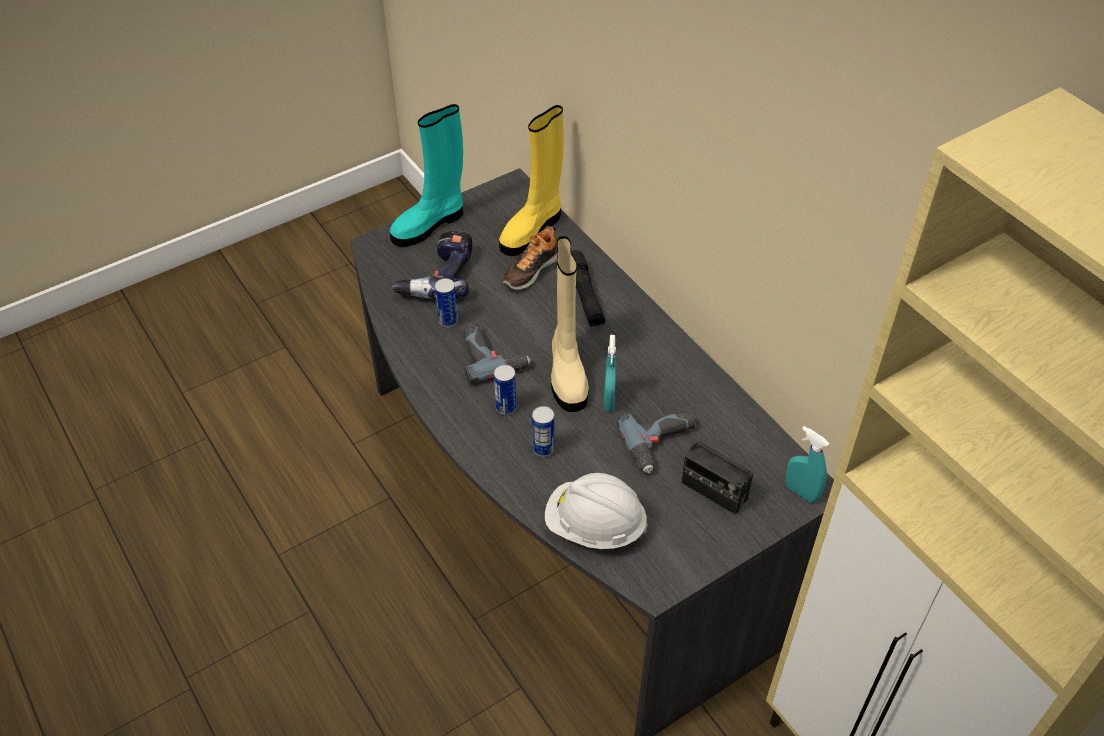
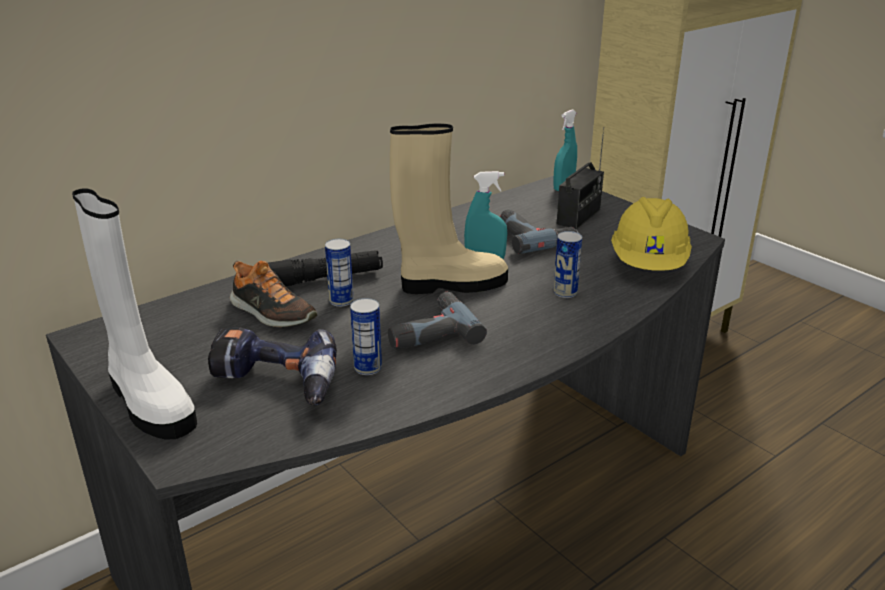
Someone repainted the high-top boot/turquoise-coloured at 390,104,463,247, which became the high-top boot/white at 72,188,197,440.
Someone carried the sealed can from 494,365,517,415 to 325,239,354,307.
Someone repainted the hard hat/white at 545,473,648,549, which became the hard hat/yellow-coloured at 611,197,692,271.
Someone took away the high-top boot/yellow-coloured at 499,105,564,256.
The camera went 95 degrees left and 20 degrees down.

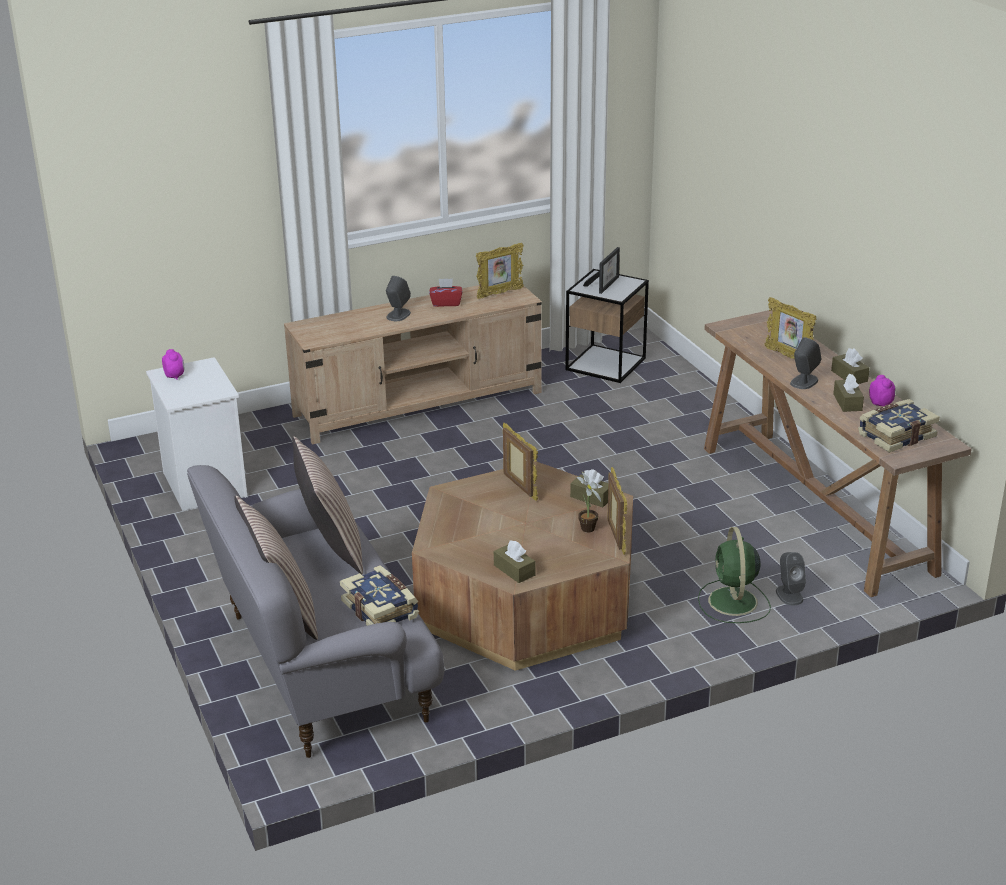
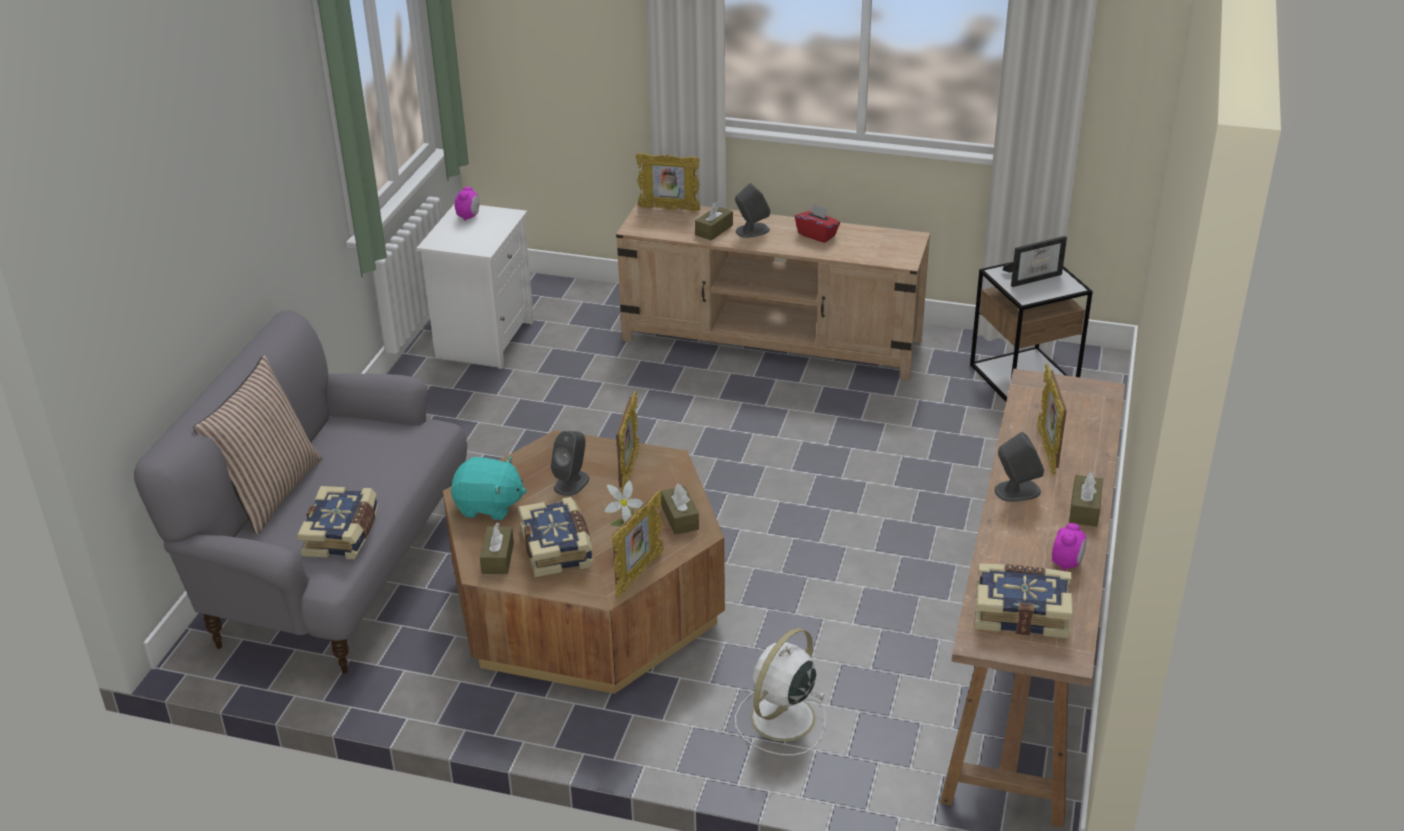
Someone put down the cuddly toy/turquoise-coloured at 451,456,527,520.
Someone put down the bound book at 518,497,593,577.
Someone carried the loudspeaker/grey from 776,552,806,606 to 551,431,589,496.
Someone carried the standing frame from 476,243,524,299 to 636,153,701,211.
Someone carried the tissue holder/brownish from 833,374,864,412 to 695,201,733,241.
Someone repainted the fan/green at 698,527,771,623, which became the fan/white at 735,628,826,756.
Someone took away the pillow at 292,436,363,574.
The camera went 40 degrees right and 5 degrees up.

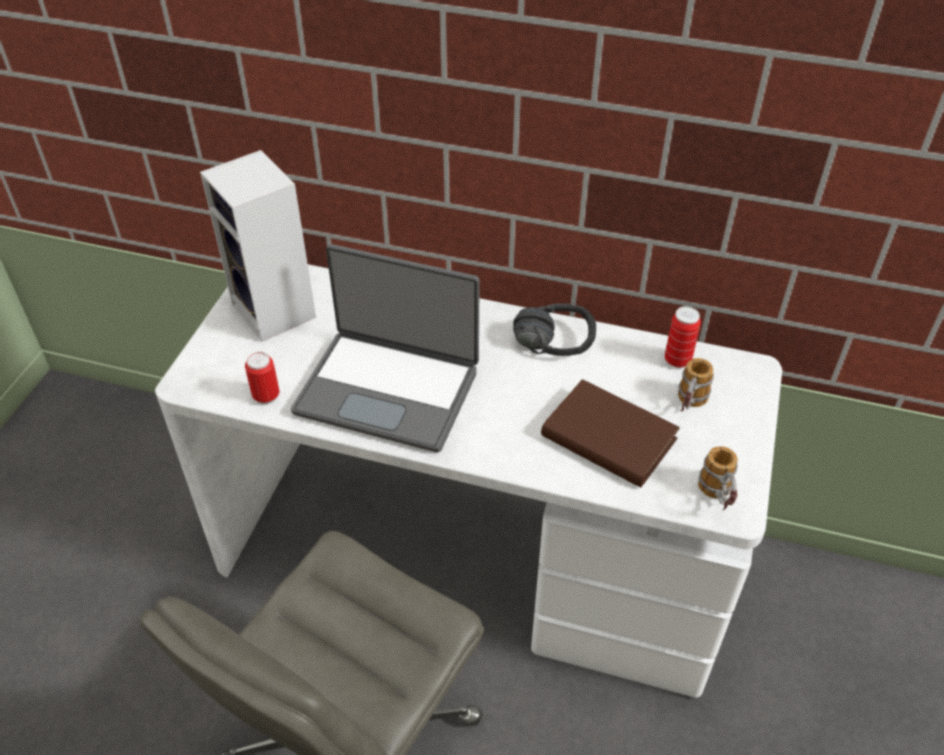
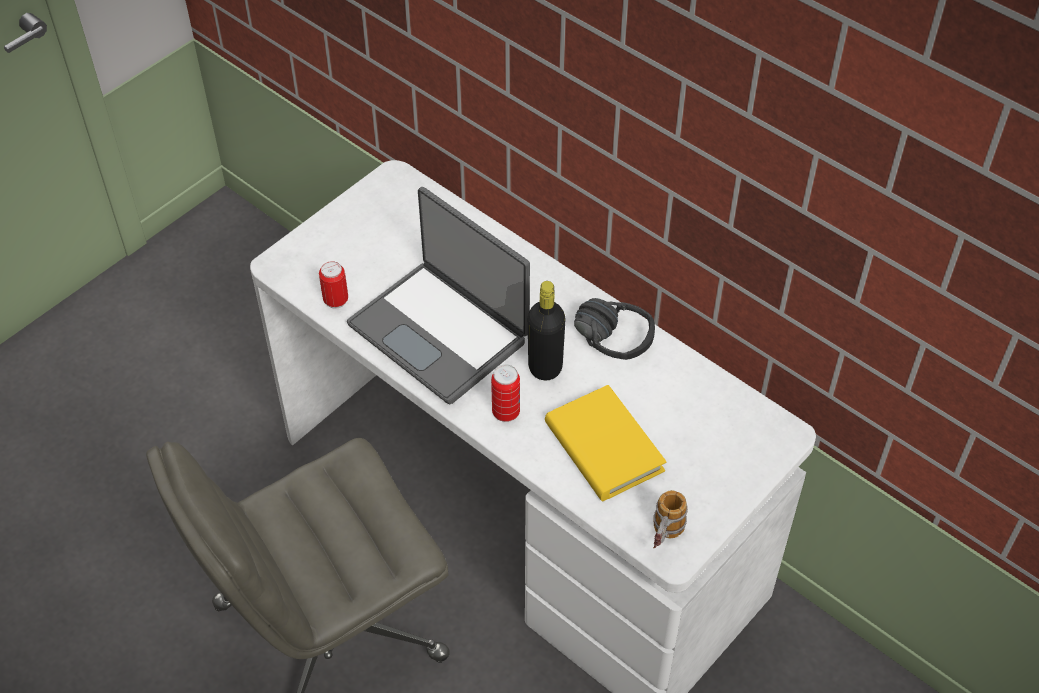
Someone carried the sealed can from 665,306,701,368 to 491,364,520,422.
Someone put down the bottle/blackish at 528,281,566,380.
Someone repainted the bound book/brownish at 541,379,680,487, which became the bound book/yellow-coloured at 545,385,667,502.
Someone took away the loudspeaker at 200,150,316,342.
Someone took away the coffee mug at 678,358,714,412.
The camera went 25 degrees right and 5 degrees up.

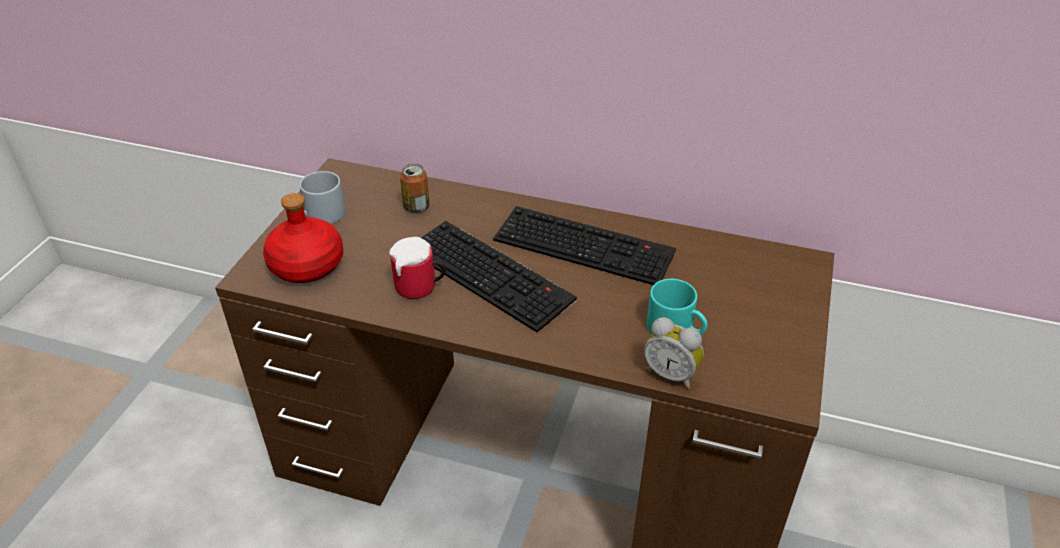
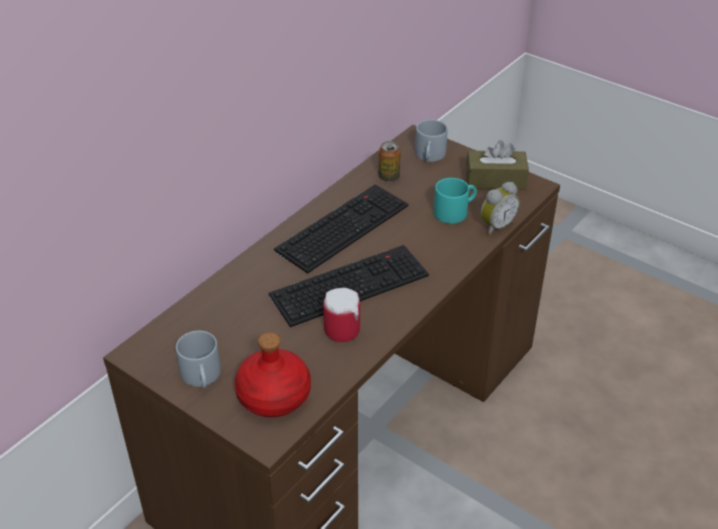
Someone carried the sealed can from 400,164,429,213 to 379,141,401,182.
Someone put down the coffee mug/grey at 415,120,448,162.
Someone put down the tissue holder/brownish at 466,140,529,190.
The camera went 70 degrees left and 0 degrees up.

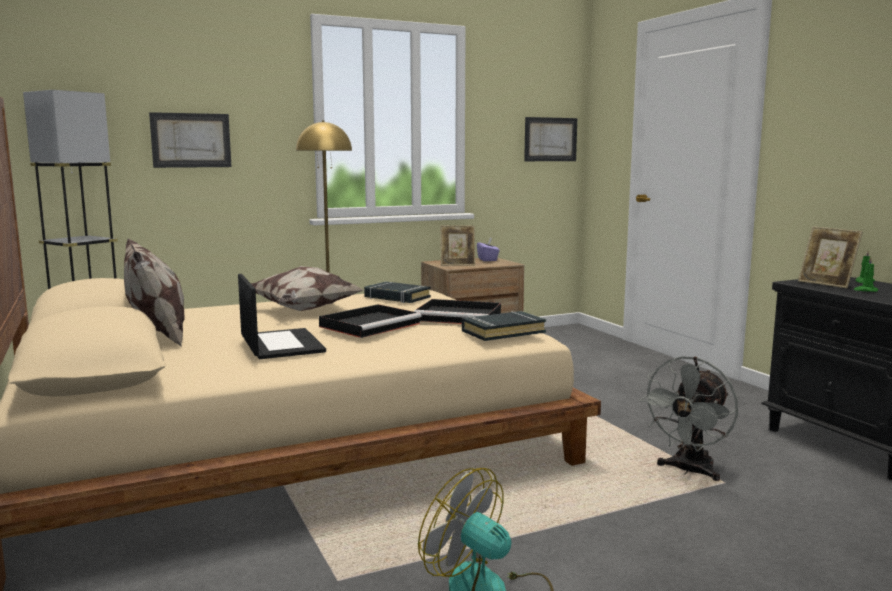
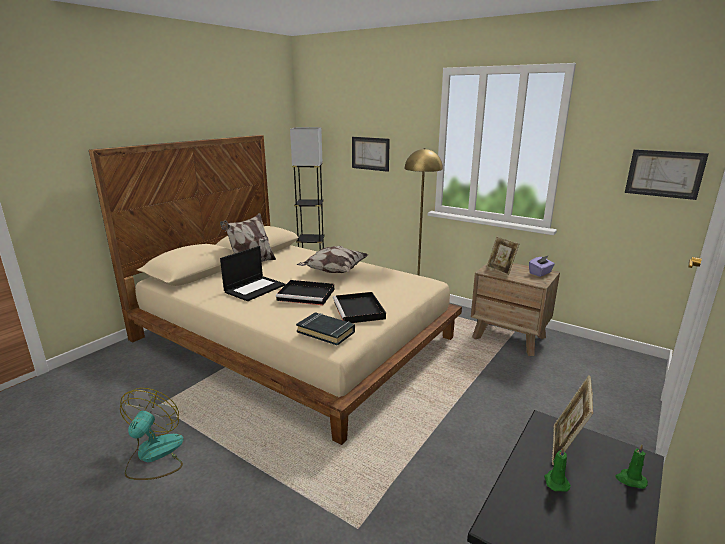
Someone took away the bound book/blackish at 364,282,431,303.
Someone took away the fan/grey at 640,356,738,481.
The camera went 60 degrees right and 10 degrees up.

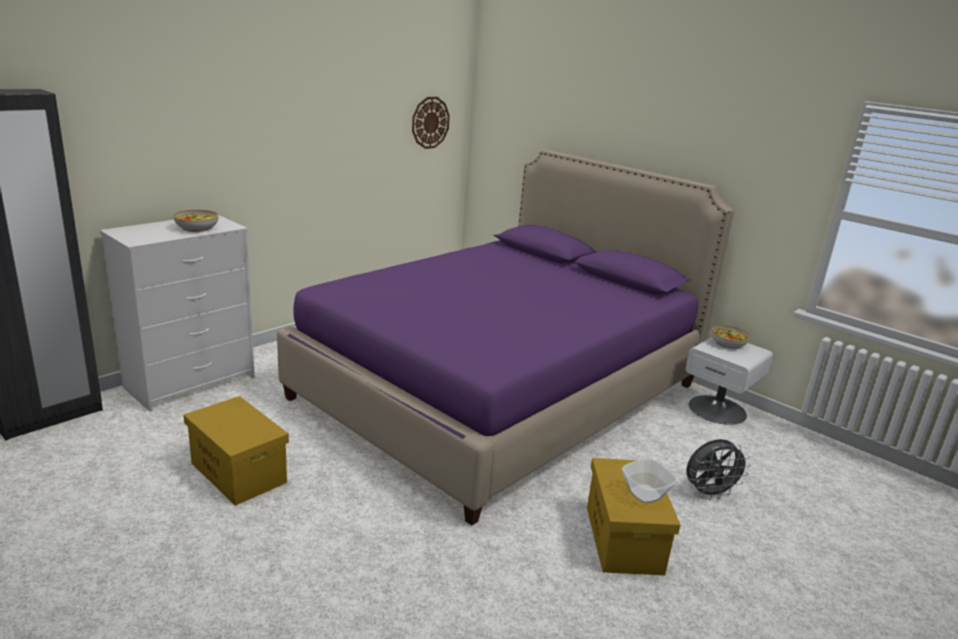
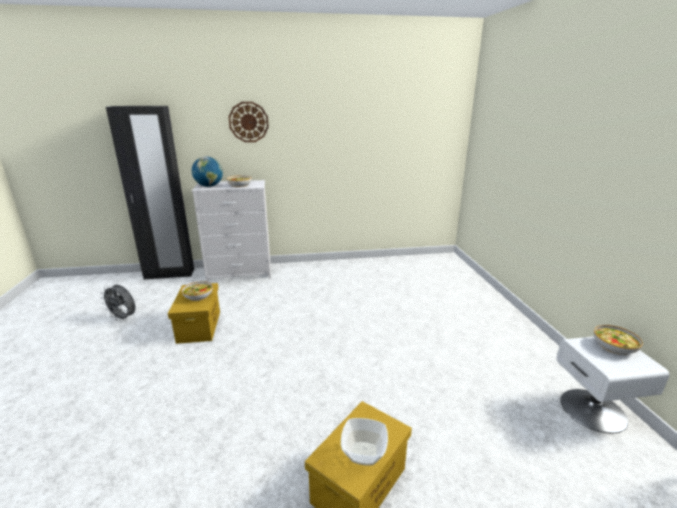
Someone carried the fan/grey from 686,439,751,500 to 101,285,135,322.
Someone put down the bowl at 182,281,213,301.
Someone put down the globe at 192,156,223,187.
Someone carried the wall clock from 412,97,450,149 to 228,102,269,142.
Someone took away the bed/purplish at 277,150,734,525.
The camera went 40 degrees right and 0 degrees up.

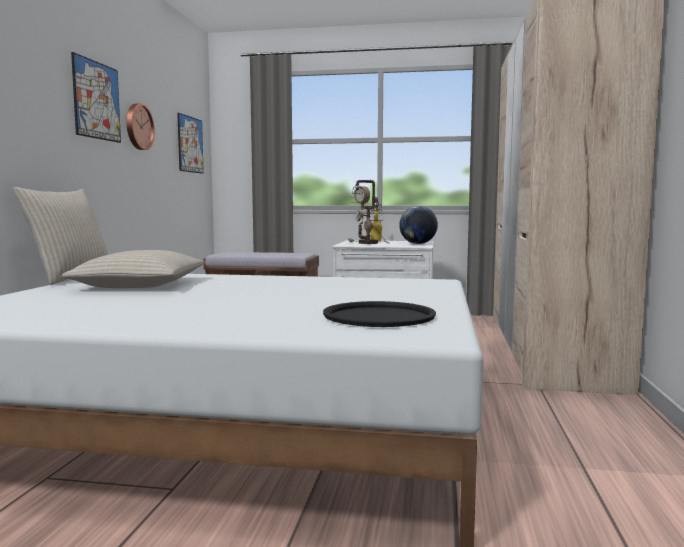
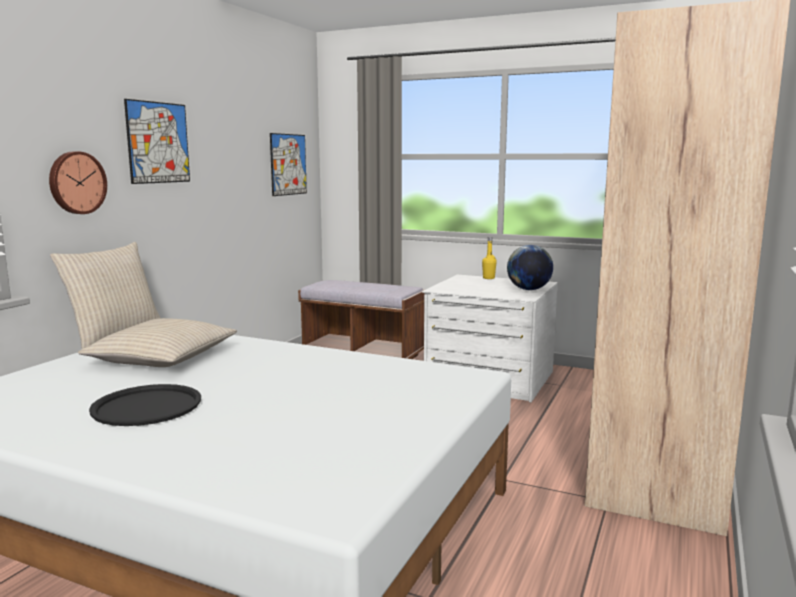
Someone carried the wall clock from 126,103,155,150 to 49,151,107,214.
Someone carried the carrying tray/blackish from 323,301,436,327 to 89,384,201,426.
Someone took away the tabletop lamp at 348,180,390,244.
The camera went 15 degrees right and 5 degrees up.

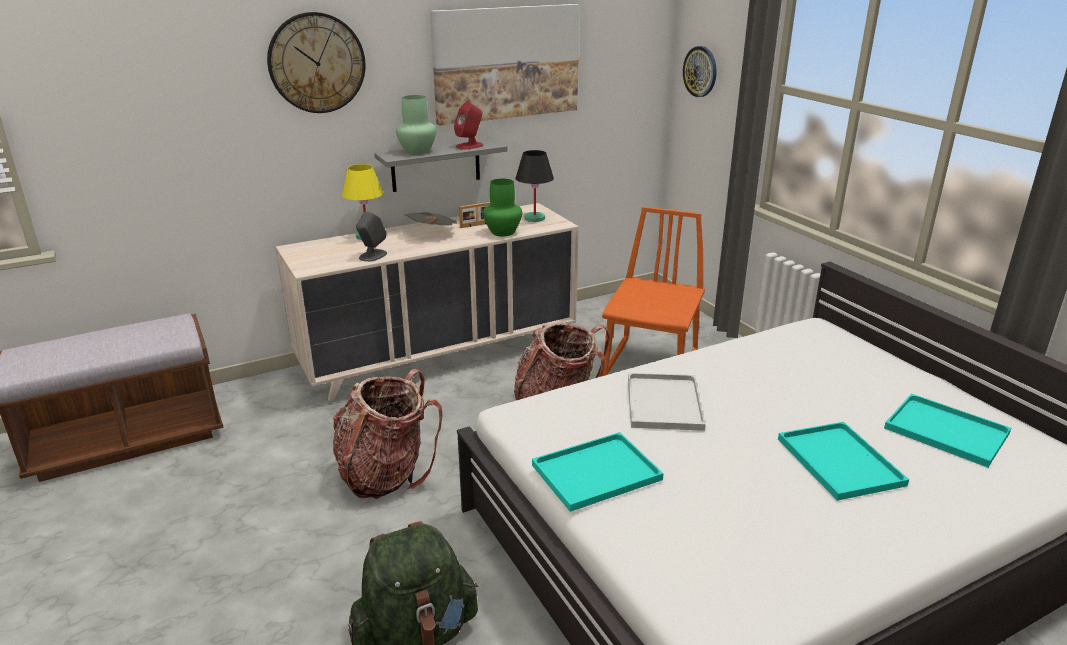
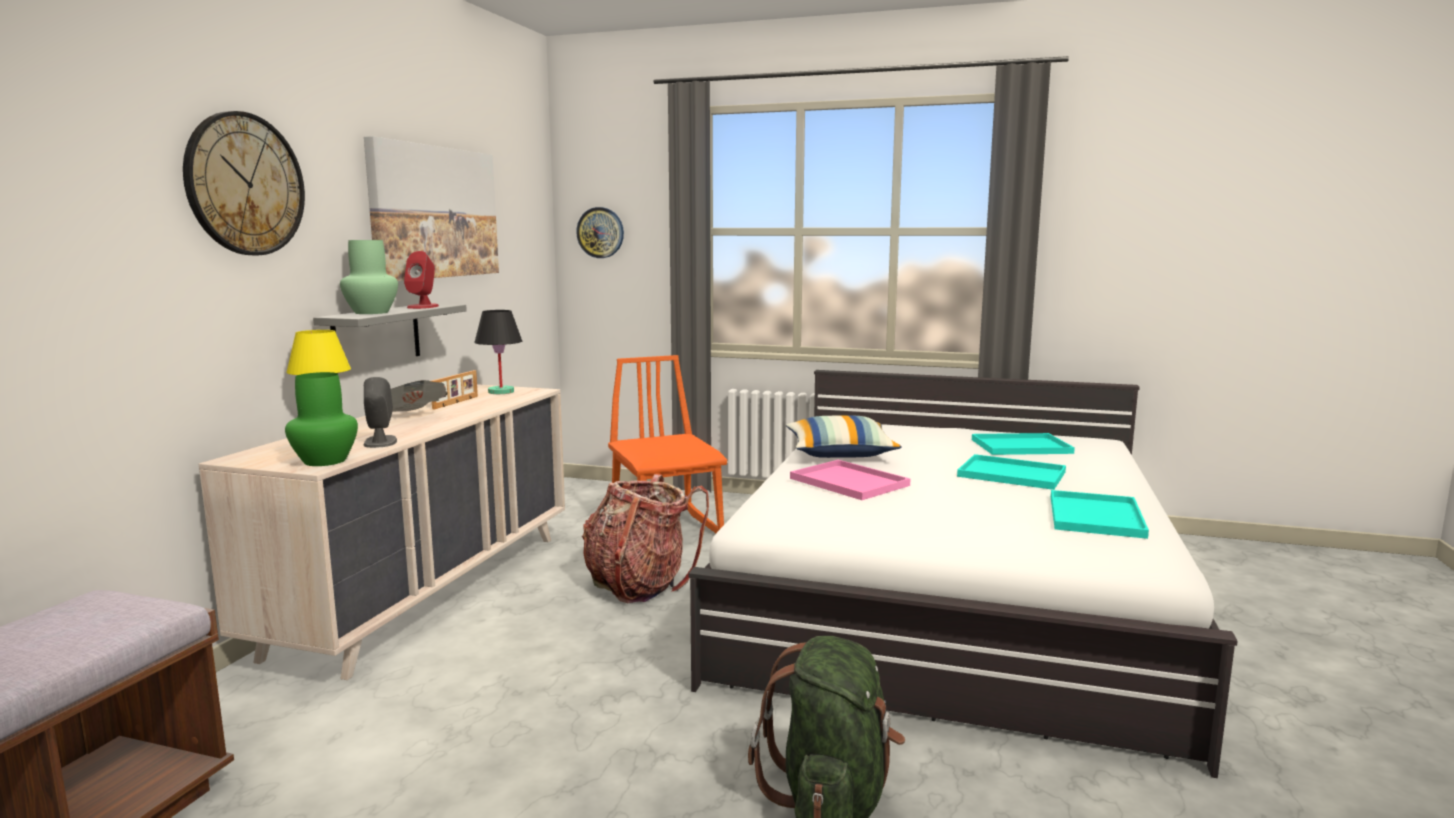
Someone carried the decorative vase/green from 483,179,522,236 to 285,372,358,466.
Someone put down the pillow at 786,416,902,458.
Someone repainted the carrying tray/white at 628,373,706,431, which became the carrying tray/pink-coloured at 790,460,910,500.
Someone carried the carrying tray/turquoise-coloured from 532,432,664,512 to 1051,490,1149,539.
Someone took away the knapsack at 333,369,443,499.
The camera went 45 degrees left and 15 degrees down.

